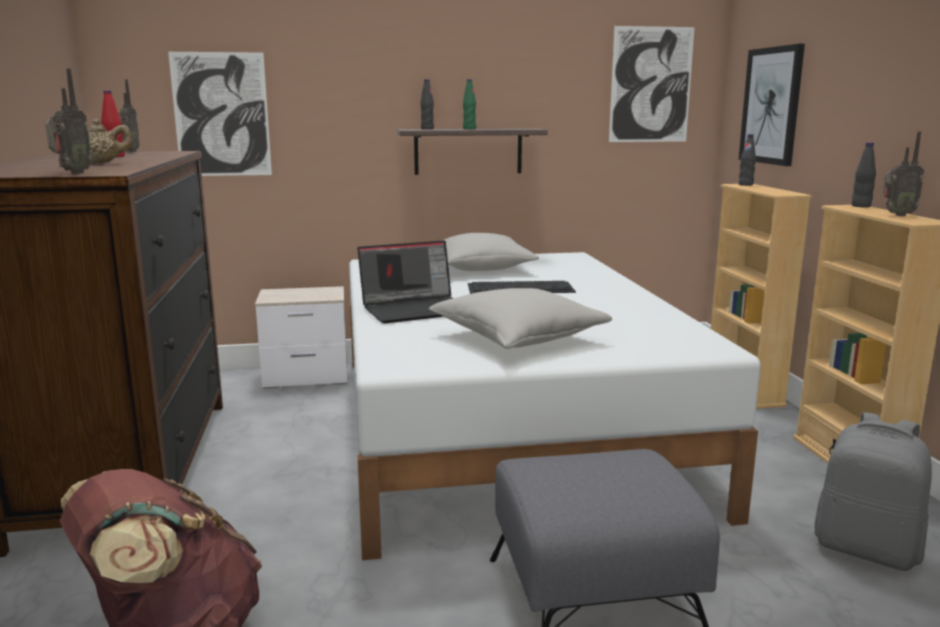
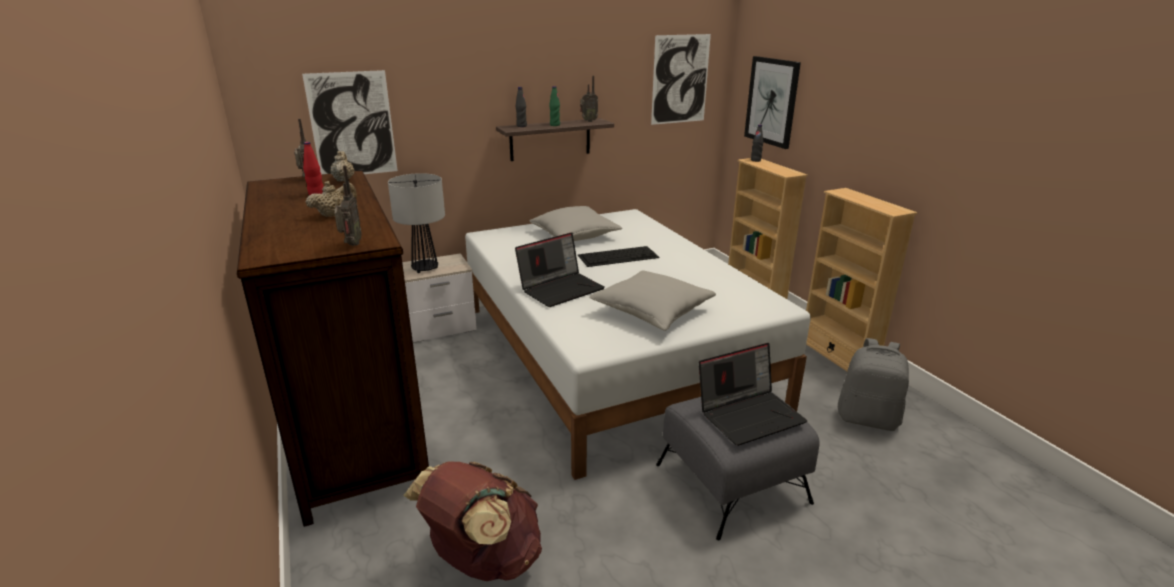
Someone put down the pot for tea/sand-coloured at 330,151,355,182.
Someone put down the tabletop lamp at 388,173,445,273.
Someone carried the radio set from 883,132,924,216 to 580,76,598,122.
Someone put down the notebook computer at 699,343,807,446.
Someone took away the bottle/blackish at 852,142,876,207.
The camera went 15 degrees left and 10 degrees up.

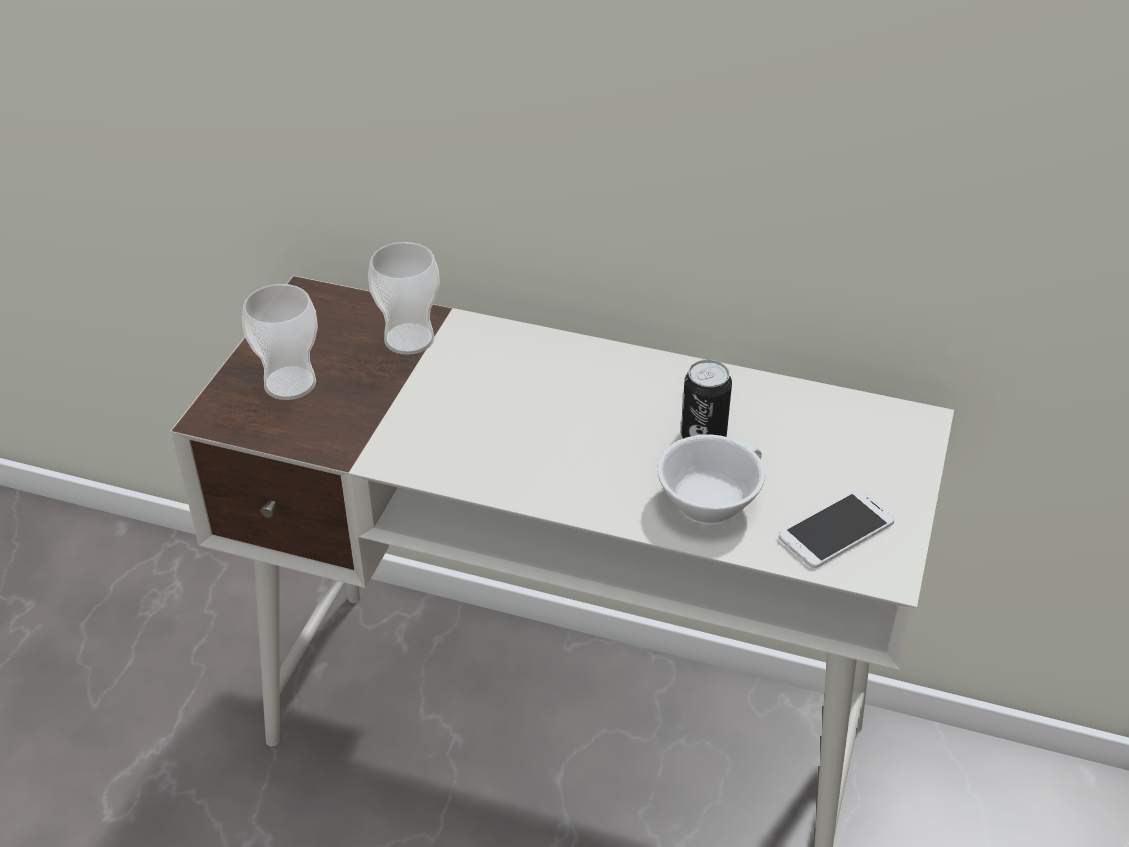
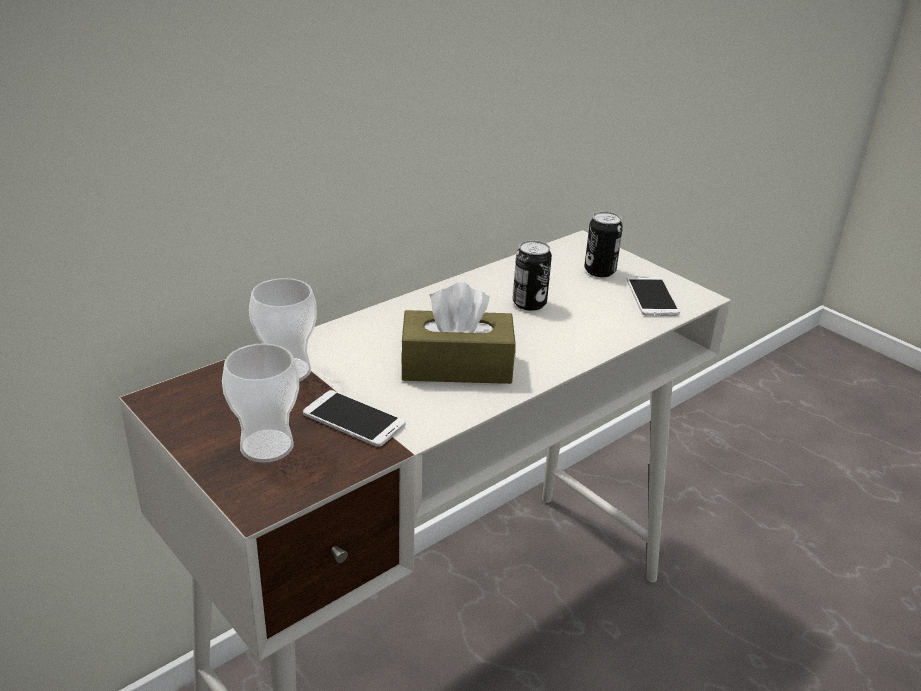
Someone put down the phone at 303,390,405,447.
Someone put down the tissue holder/brownish at 401,282,516,384.
Someone put down the sealed can at 584,212,623,277.
Someone took away the small cup/white at 657,434,765,525.
The camera went 60 degrees left and 10 degrees down.

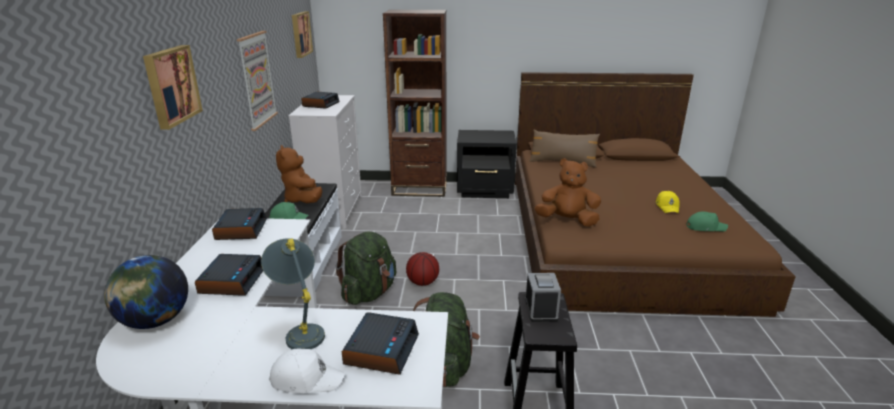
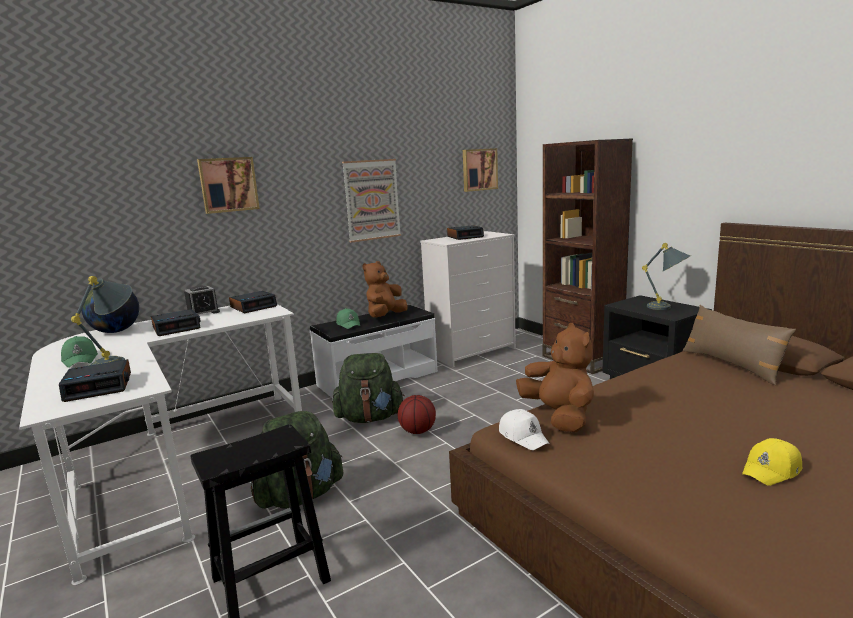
Someone carried the peaked cap/green from 686,211,728,232 to 61,336,98,368.
Someone carried the bedside clock from 525,273,561,322 to 184,286,220,316.
Someone carried the peaked cap/white from 269,349,345,393 to 499,409,550,450.
Someone put down the tabletop lamp/grey at 642,243,691,310.
The camera went 55 degrees right and 10 degrees down.

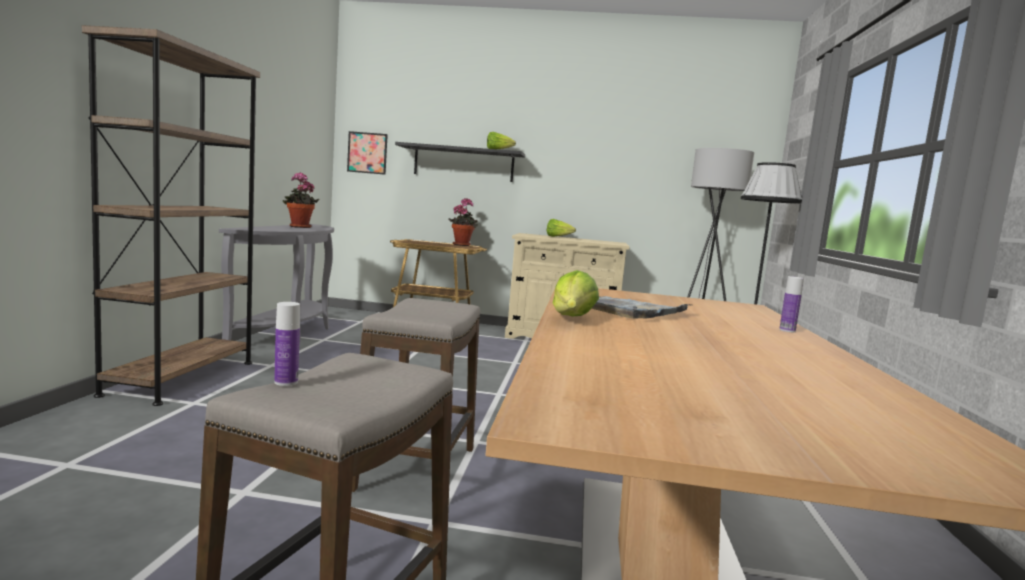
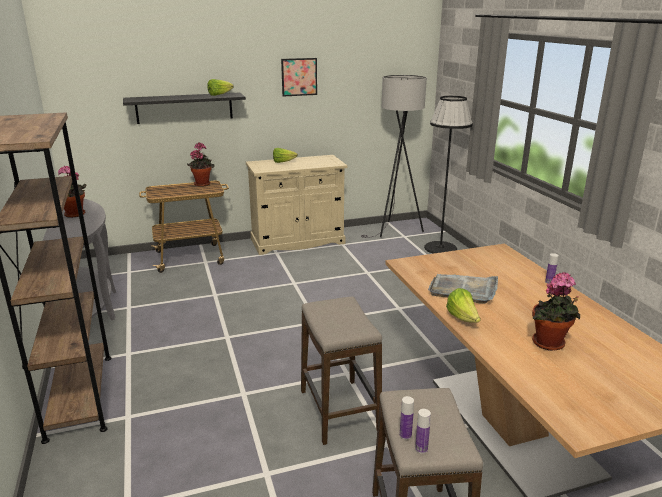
Someone carried the picture from 347,131,388,175 to 281,58,317,97.
Someone put down the bottle at 415,409,431,454.
Someone put down the houseplant at 532,272,580,351.
The camera went 25 degrees left and 15 degrees up.

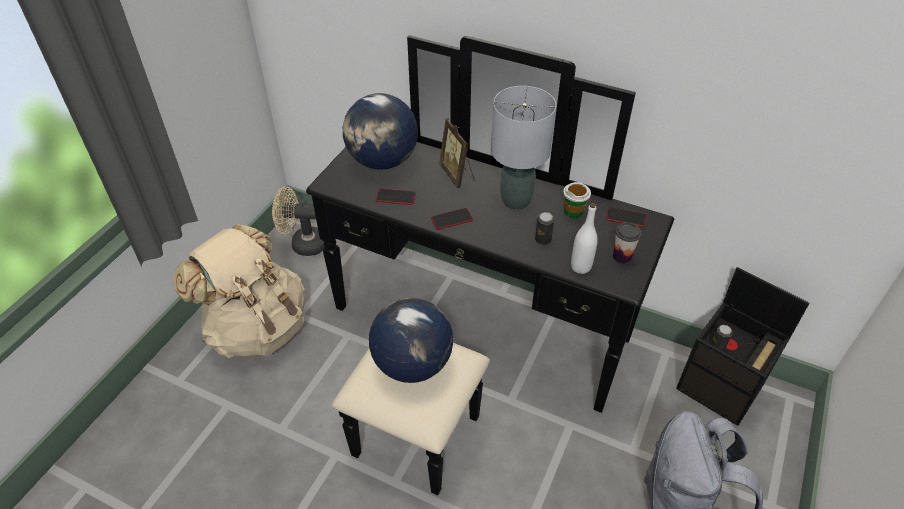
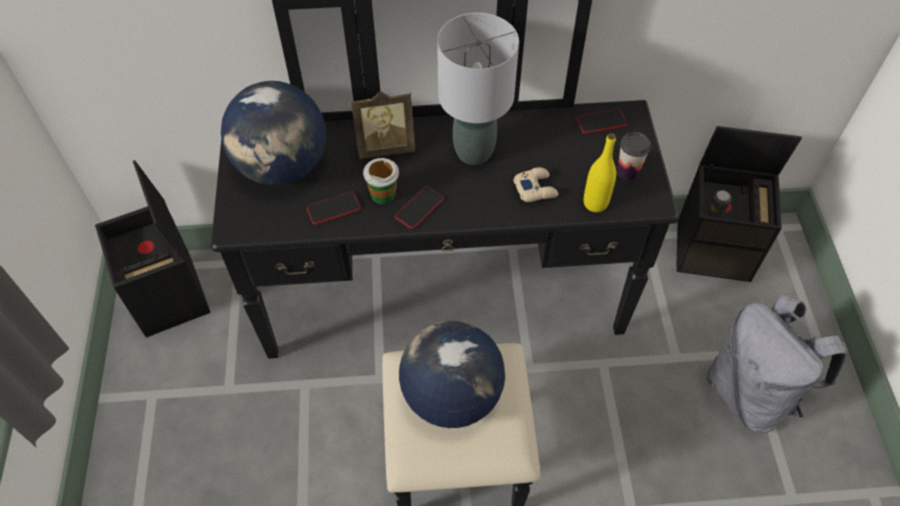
Someone swapped the fan/sand-coloured at 272,187,325,256 for the storage box/blackish at 95,160,211,337.
Someone rotated the standing frame at 439,118,475,189 by 45 degrees counterclockwise.
Someone carried the small cup from 563,182,591,219 to 363,158,399,204.
Someone swapped the sealed can at 535,212,554,245 for the joypad/sand-coloured at 513,167,558,202.
Someone repainted the bottle/white at 571,203,598,274, which became the bottle/yellow-coloured at 584,133,616,212.
Someone took away the knapsack/sand-coloured at 173,224,305,358.
The camera went 30 degrees left and 10 degrees up.

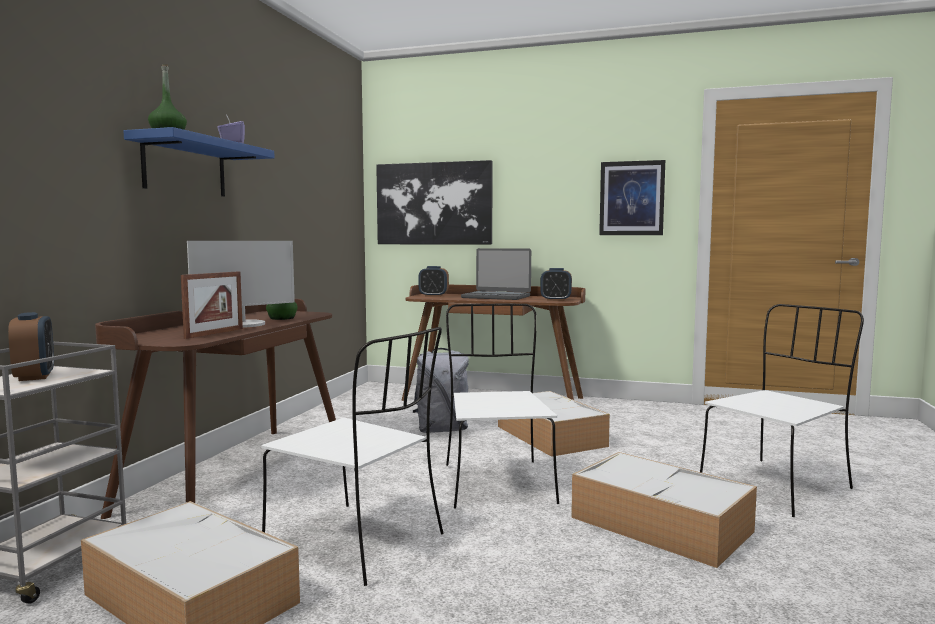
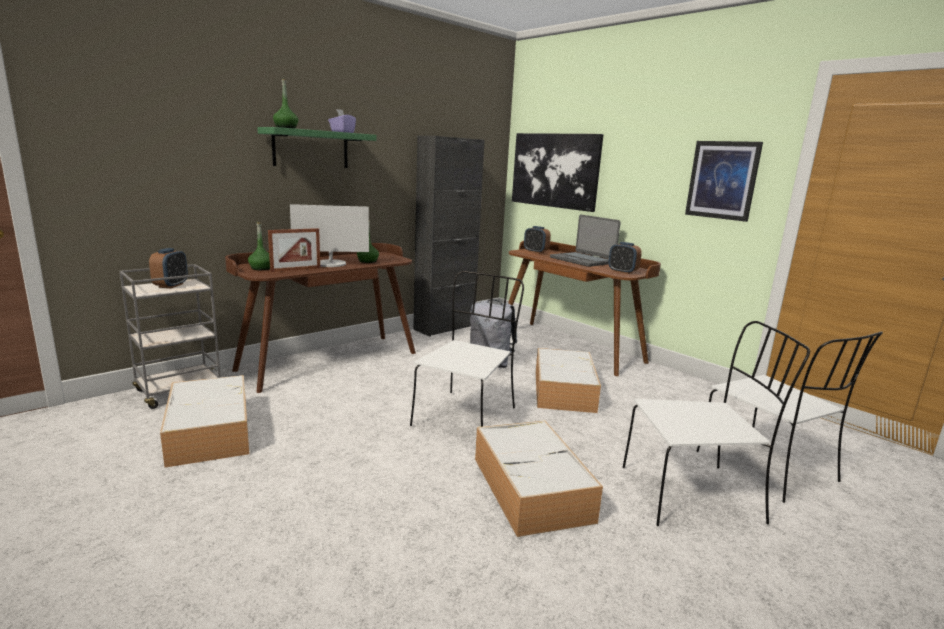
Someone put down the bottle/green at 248,222,270,270.
Someone repainted the shelf/blue-coloured at 123,127,274,197, which became the shelf/green at 257,127,377,168.
Someone put down the cupboard/blackish at 413,136,485,336.
Someone carried the plain chair/white from 261,327,444,586 to 697,331,883,503.
The camera went 30 degrees right and 10 degrees up.

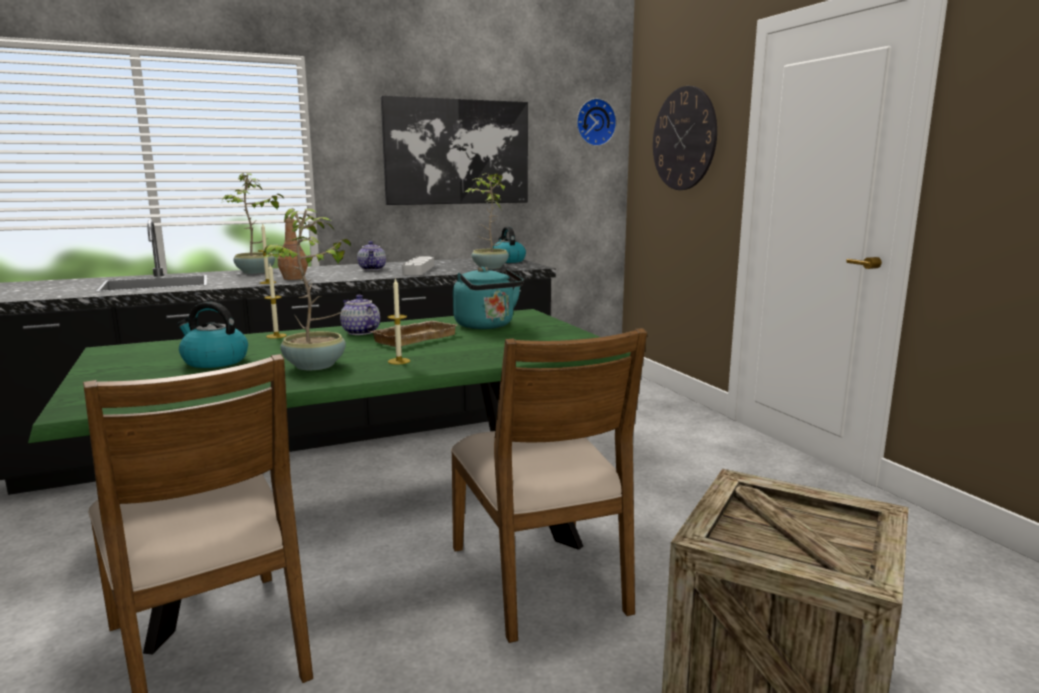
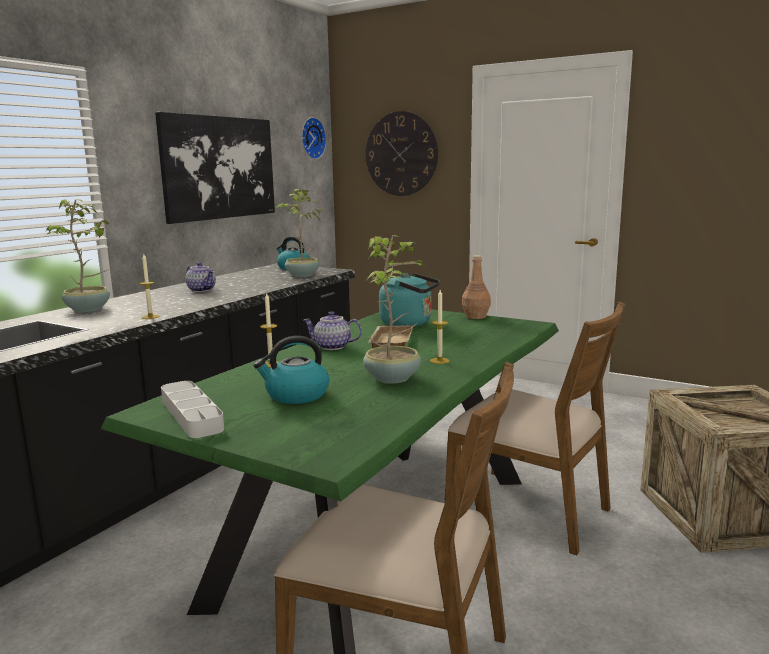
Someone carried the carrying tray/grey from 402,257,434,275 to 161,381,224,438.
Someone carried the bottle/brownish from 278,216,308,280 to 462,255,491,319.
The camera went 35 degrees left and 0 degrees up.

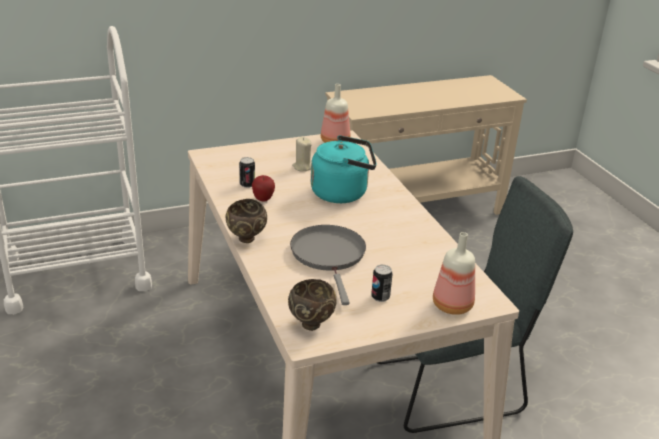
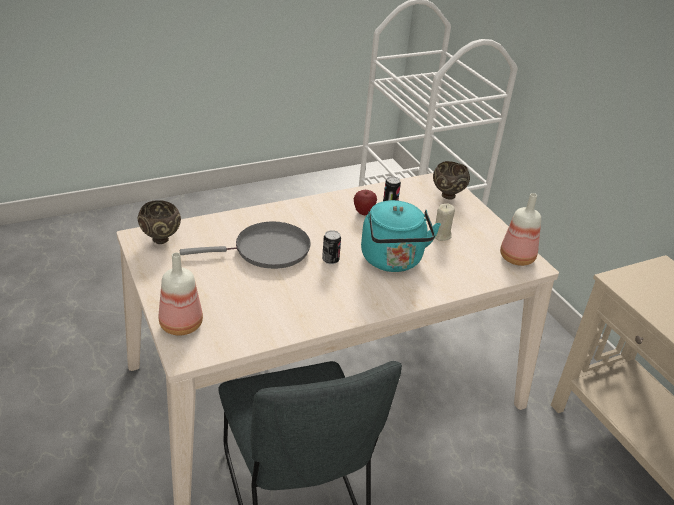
Someone carried the sealed can from 371,265,392,302 to 322,230,341,264.
Someone carried the bowl/brownish from 226,199,267,243 to 433,161,470,200.
The camera went 85 degrees right and 5 degrees up.

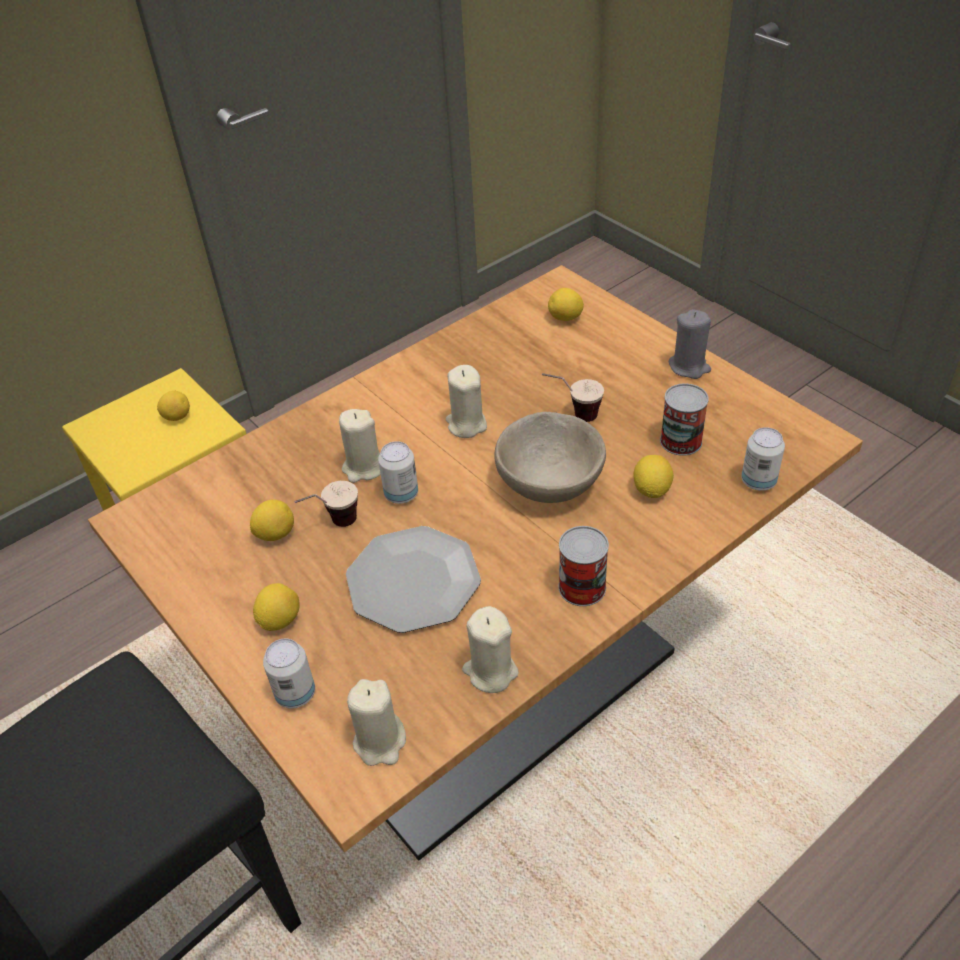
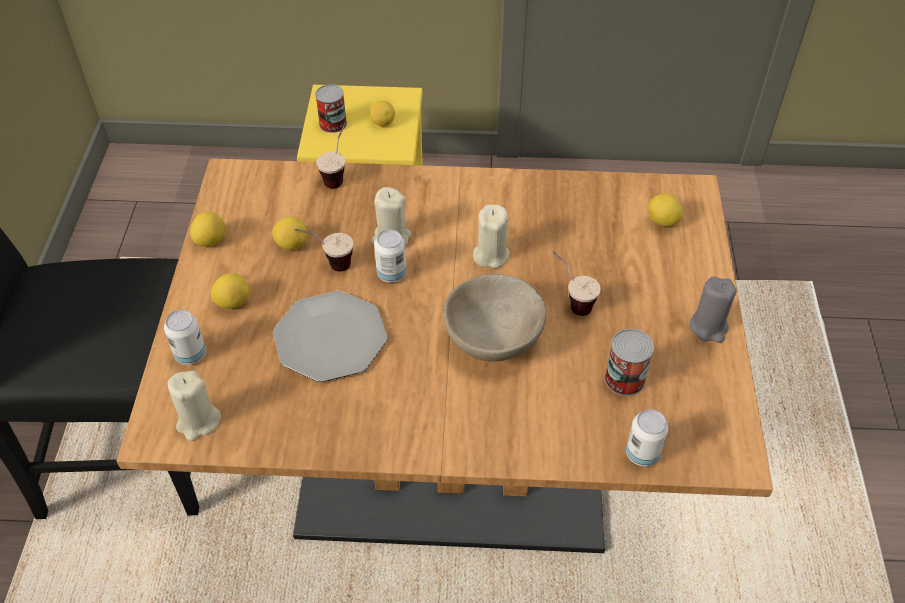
Someone carried the whole lemon from 633,455,674,498 to 190,211,226,246.
Someone carried the sealed can from 558,526,609,606 to 315,84,347,133.
Someone put down the small cup at 316,123,346,188.
Someone took away the wax candle/sand-coloured at 462,606,519,693.
The camera went 40 degrees right and 5 degrees up.

